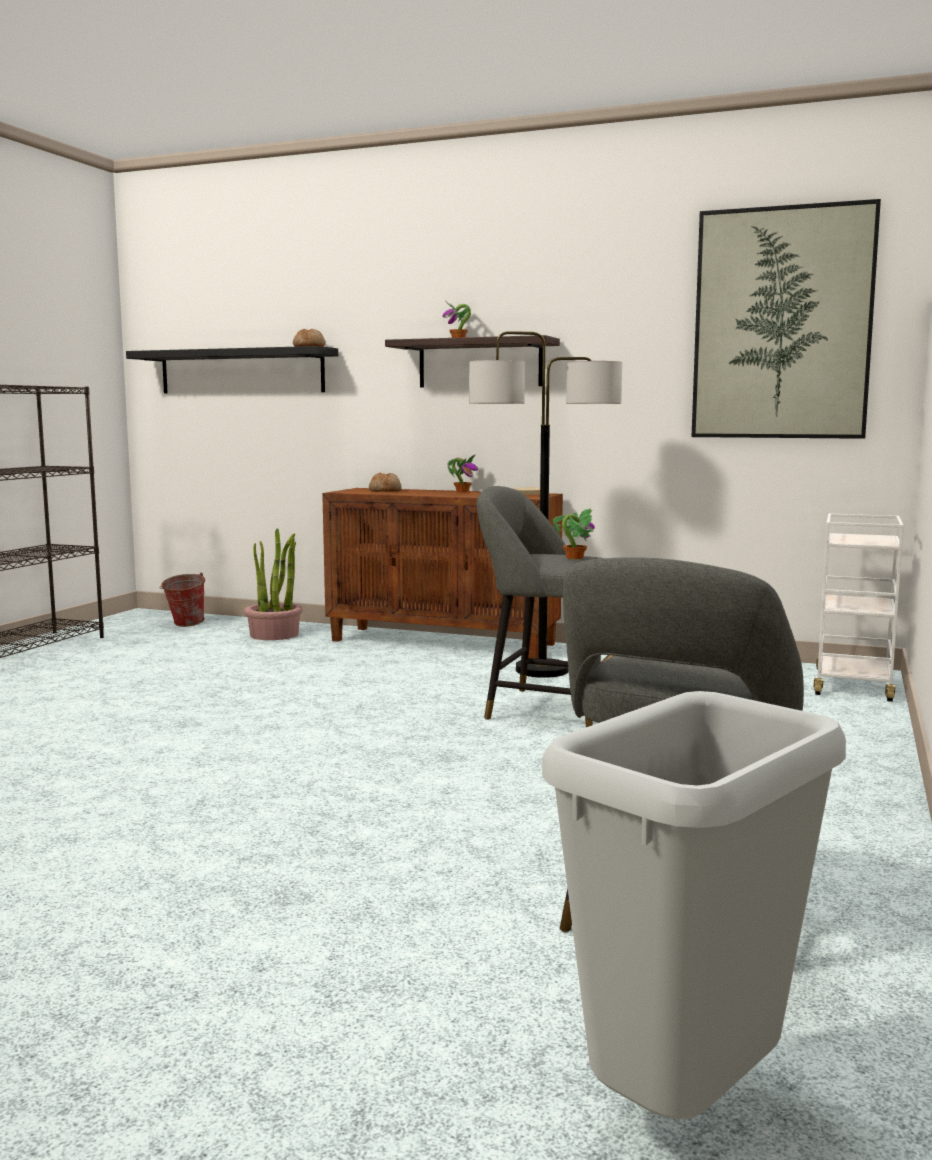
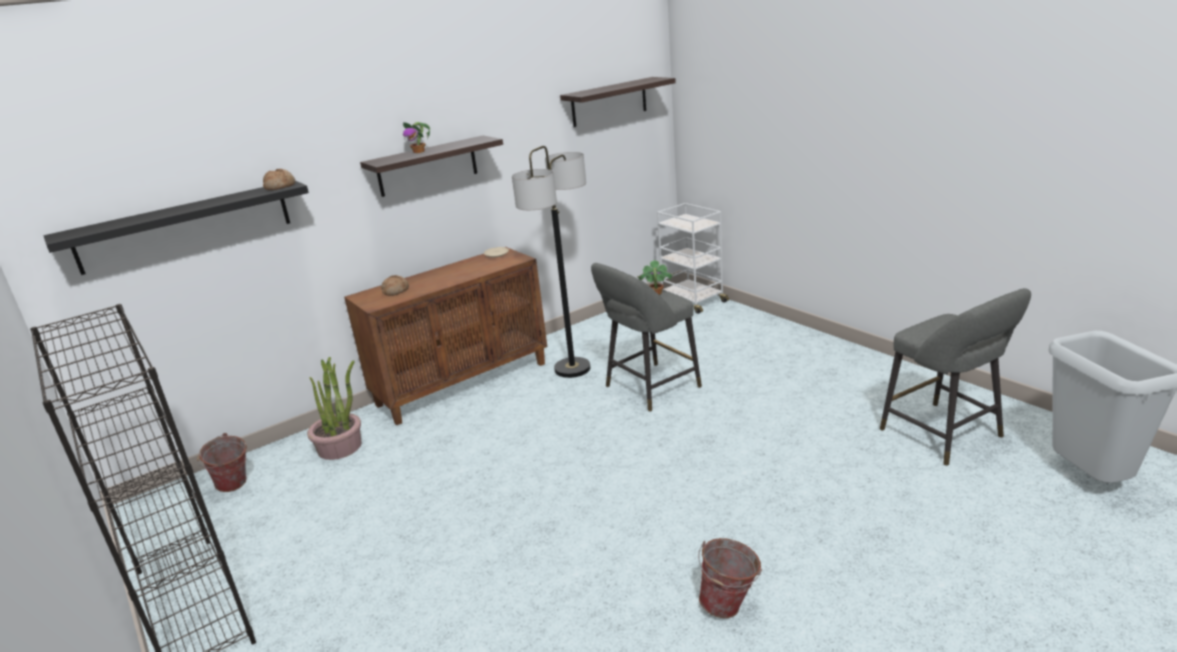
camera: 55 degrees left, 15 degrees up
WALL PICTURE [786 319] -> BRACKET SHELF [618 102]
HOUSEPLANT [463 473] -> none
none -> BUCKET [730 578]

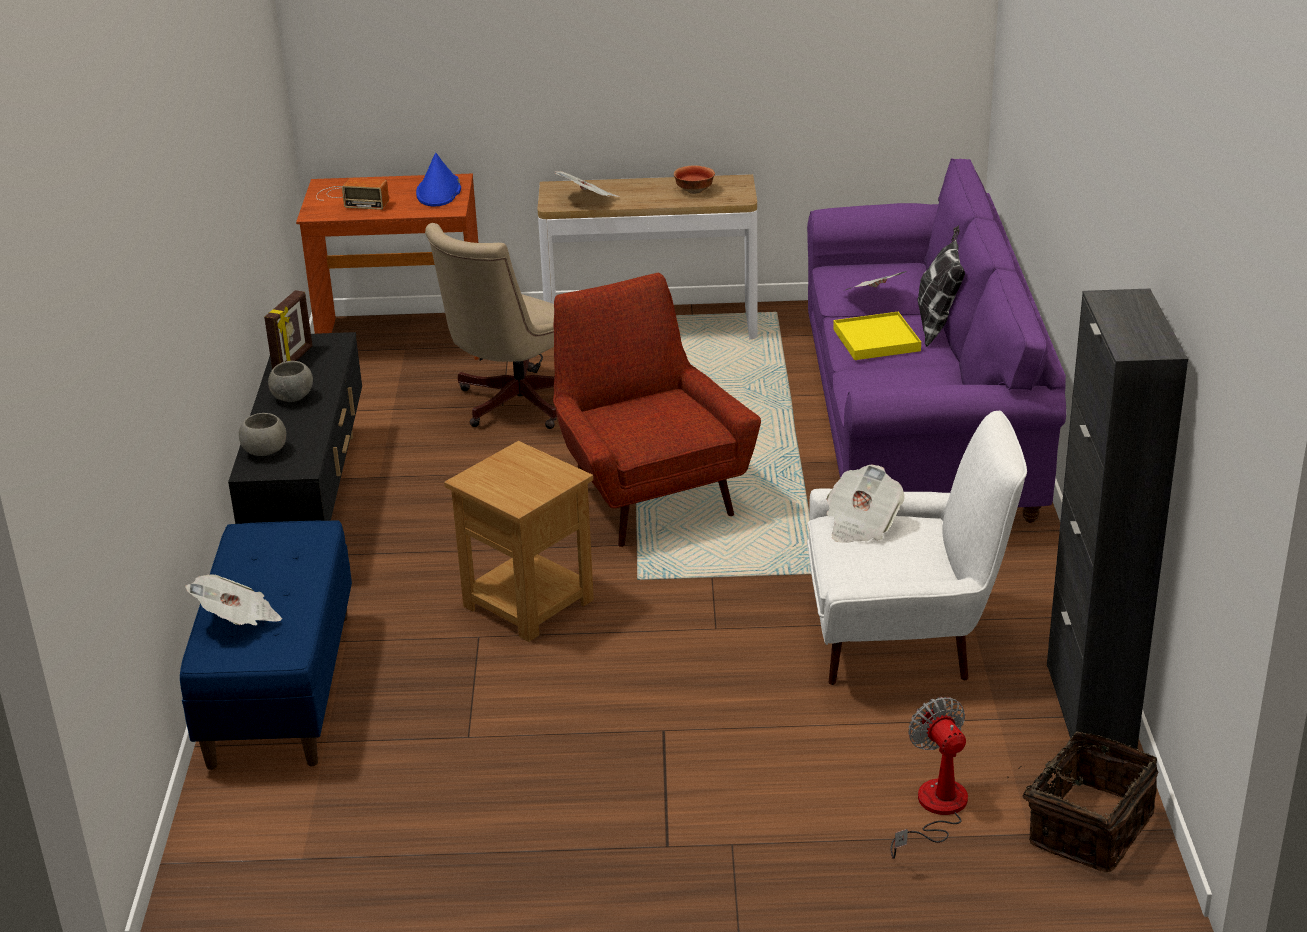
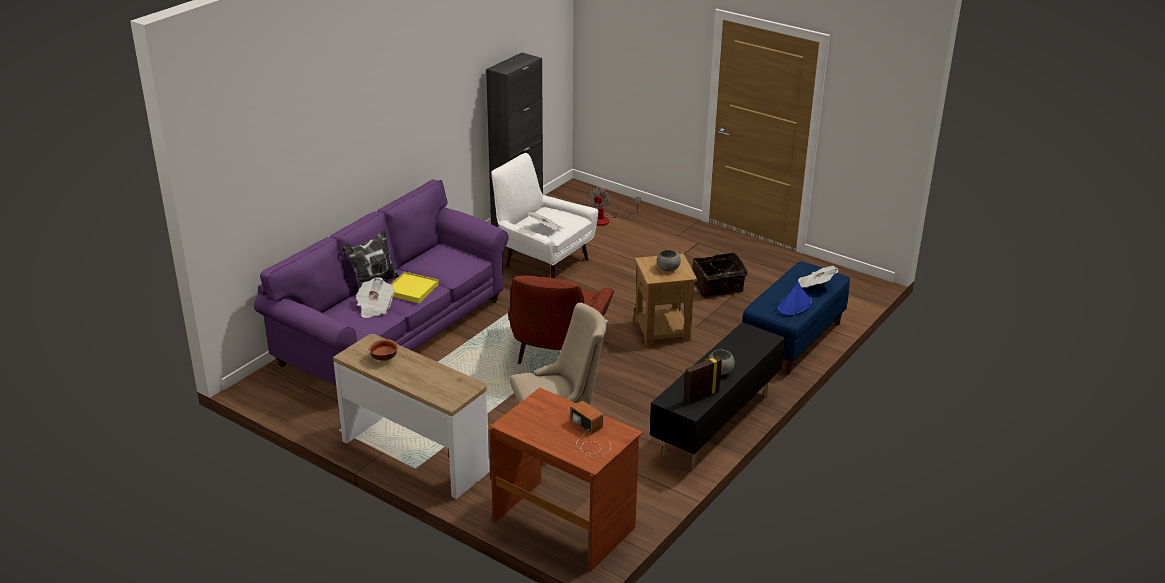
camera: 145 degrees left, 0 degrees up
BLUISH WEARABLE HAT [438 179] -> BLUISH WEARABLE HAT [795 299], move
DAILY PAPER [587 184] -> none
GREY DEEP DISH [262 434] -> GREY DEEP DISH [668 260], move
STORAGE BASKET [1082 802] -> STORAGE BASKET [720 275], move

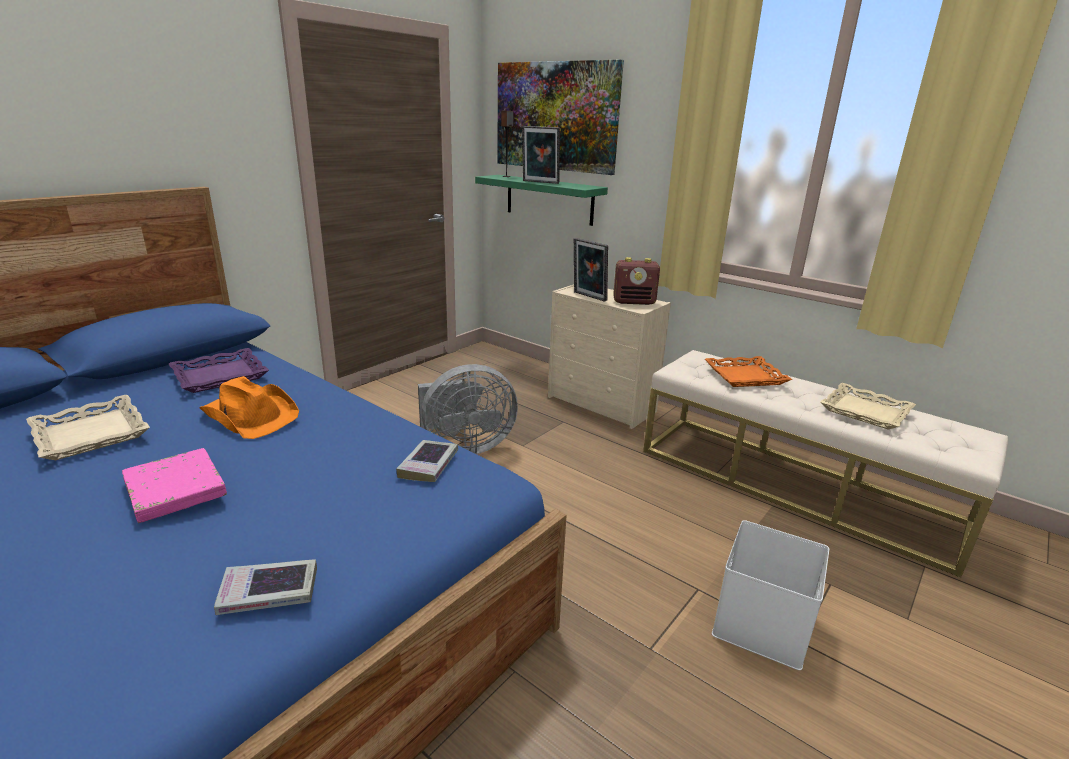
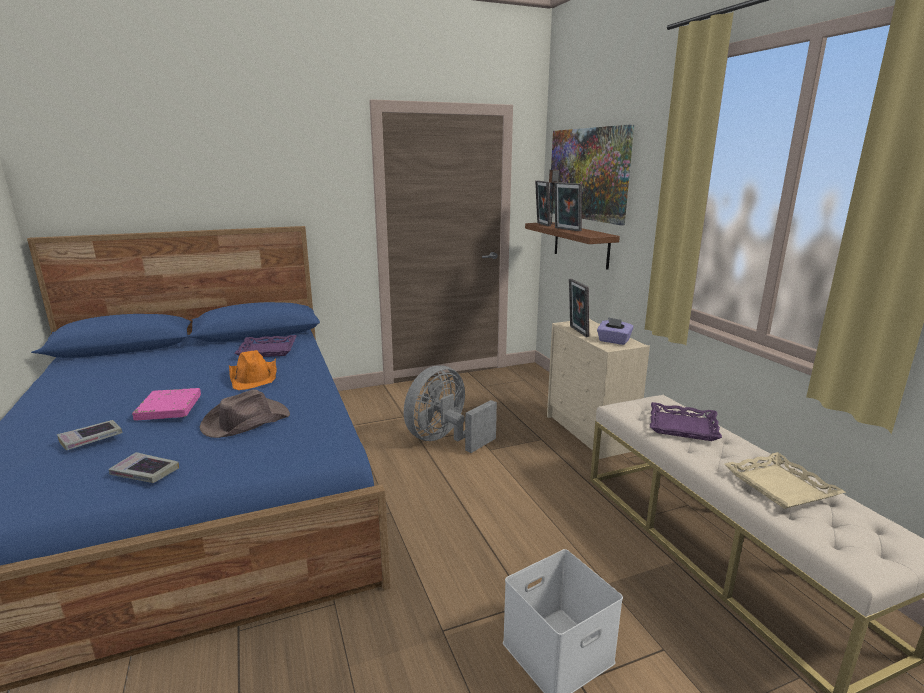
camera: 30 degrees right, 5 degrees down
GREEN BRACKET SHELF [541 200] -> BROWN-COLOURED BRACKET SHELF [572 246]
RADIO [636 281] -> PURPLE-COLOURED TISSUE BOX [615 331]
ORANGE TRAY [748 371] -> PURPLE-COLOURED TRAY [686 421]
GREY FAN [468 409] -> GREY FAN [450 409], 120 degrees clockwise
BEIGE TRAY [88 427] -> none
VOLUME [427 461] -> VOLUME [90 435], move
none -> PICTURE FRAME [543 203]
none -> BROWN-COLOURED WEARABLE HAT [245 413]

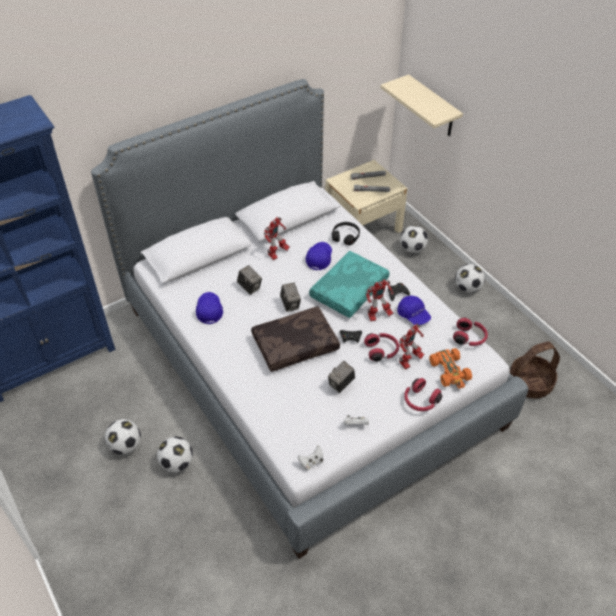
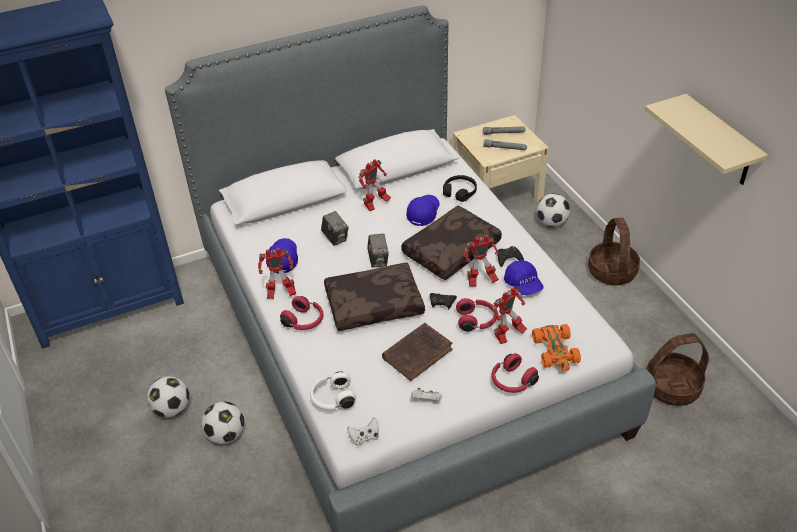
camera: 10 degrees right, 5 degrees down
BEIGE BRACKET SHELF [421 105] -> BEIGE BRACKET SHELF [706 139], move
BLUE-GREEN THROW PILLOW [349 284] -> BROWN-COLOURED THROW PILLOW [451 243]
FOOTBALL BALL [470 278] -> STORAGE BASKET [614 252]
RED HEADSET [470 332] -> RED HEADSET [301 313], move
PHOTO CAMERA [341 377] -> BROWN-COLOURED VOLUME [417 352]
none -> TOY ROBOT [277 273]
none -> WHITISH HEADSET [333 390]

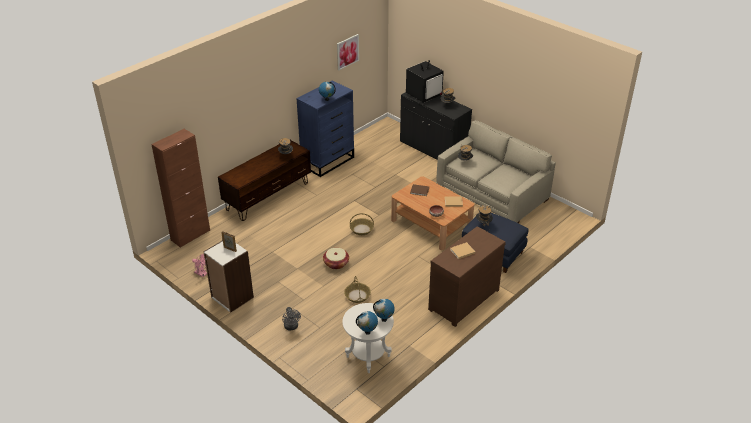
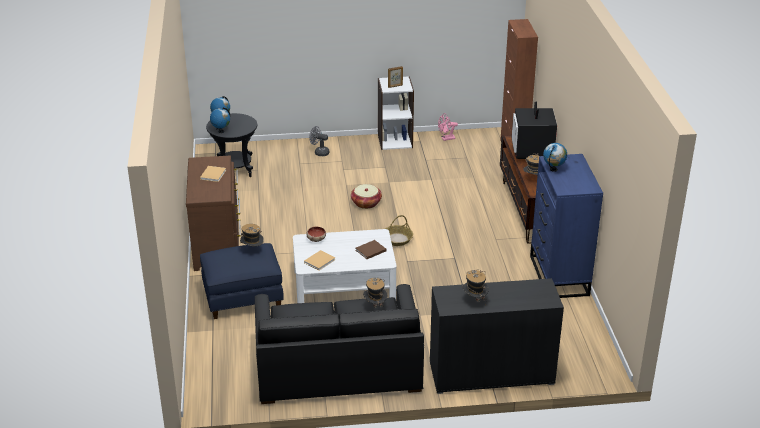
camera: 130 degrees right, 5 degrees down
WALL PICTURE [348 52] -> none
TELEVISION [425 81] -> TELEVISION [534 130], move
BEIGE SOFA [496 171] -> BLACK-COLOURED SOFA [339 344]
BROWN-COLOURED COFFEE TABLE [432 213] -> WHITISH COFFEE TABLE [345 266]
STORAGE BASKET [357 289] -> none
WHITISH SIDE TABLE [368 338] -> BLACK-COLOURED SIDE TABLE [231 145]

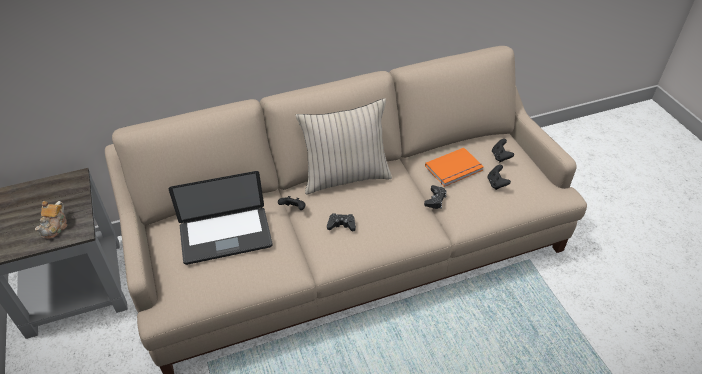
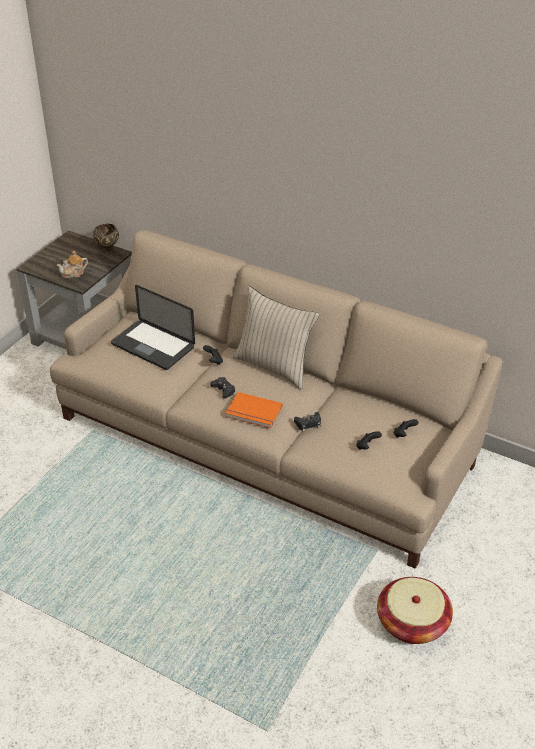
camera: 50 degrees right, 5 degrees down
ORANGE VOLUME [454 167] -> ORANGE VOLUME [254 410], move
none -> BROWN-COLOURED DEEP DISH [106 237]
none -> STORAGE BASKET [415 610]

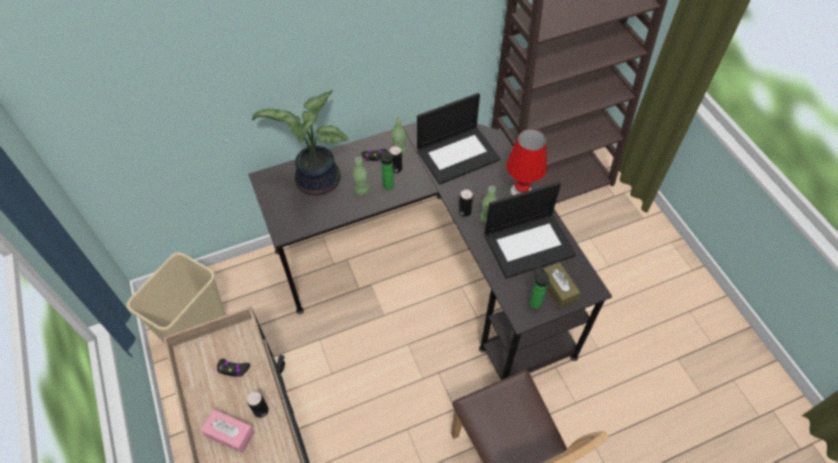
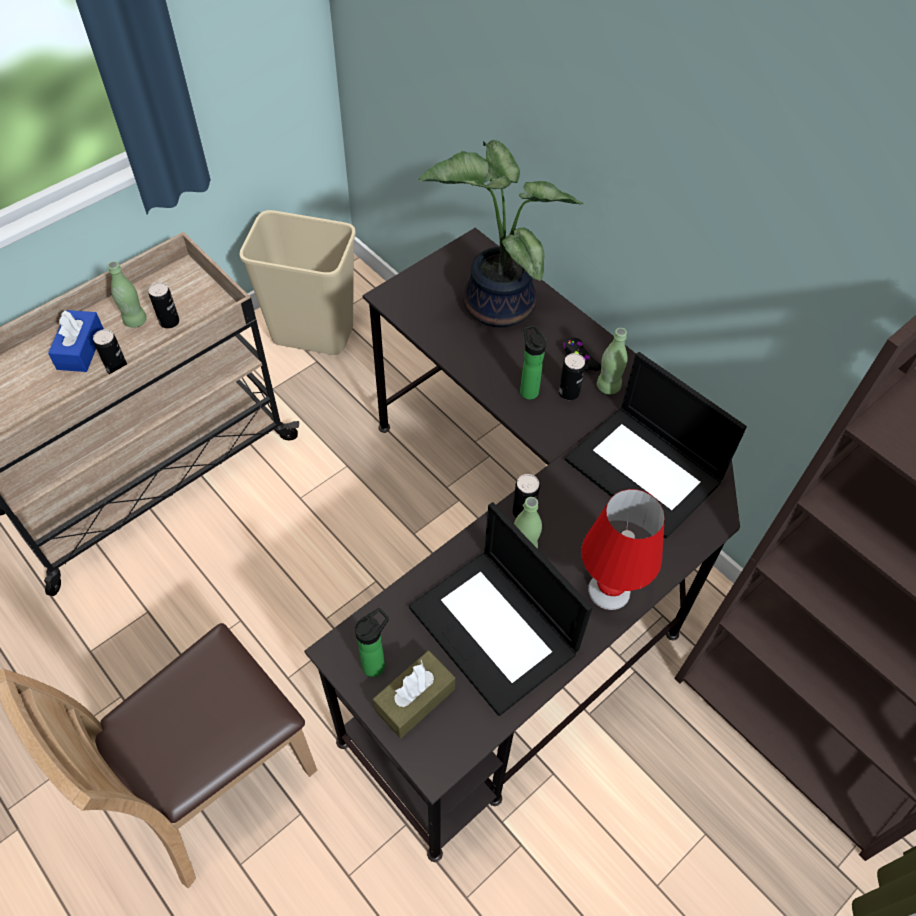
camera: 70 degrees right, 0 degrees up
GREEN BOTTLE [361 176] -> GREEN BOTTLE [127 294], move
BLACK-COLOURED GAMEPAD [233 368] -> SEALED CAN [163 305]
PINK TISSUE BOX [228 431] -> BLUISH TISSUE BOX [76 341]

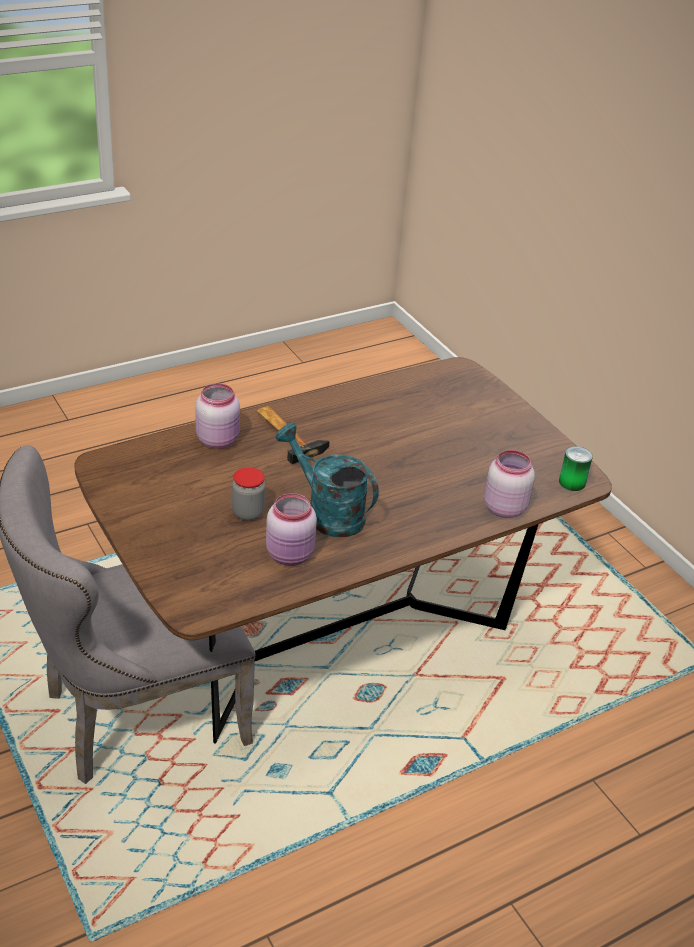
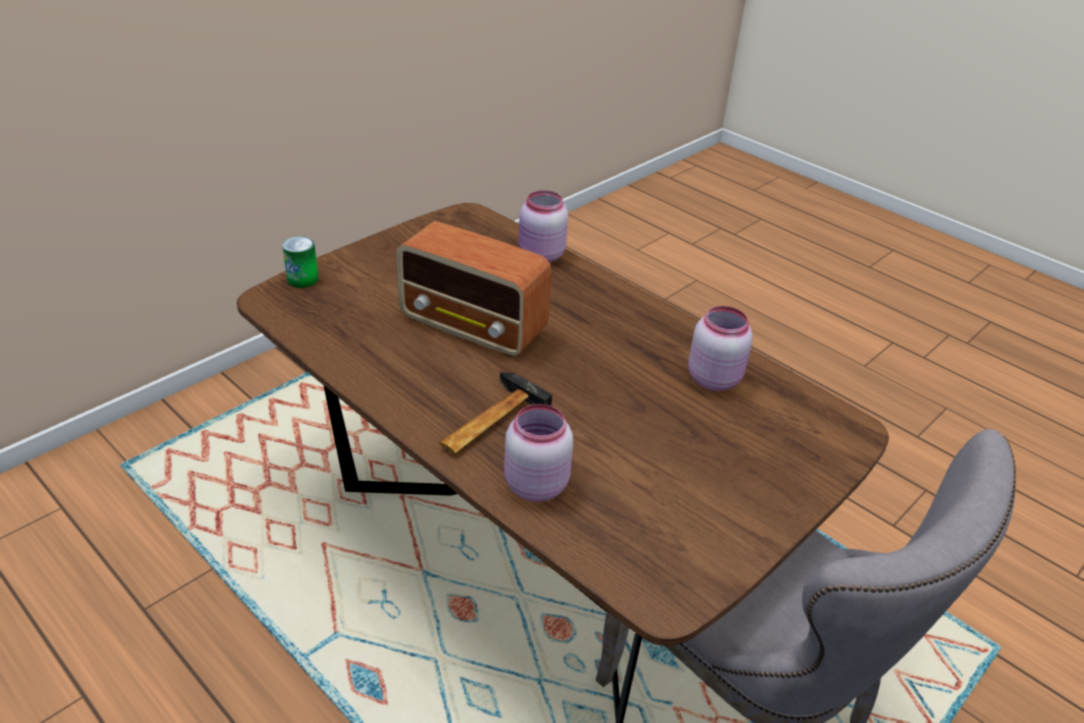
camera: 105 degrees left, 0 degrees up
BLUE-GREEN WATERING POT [327 480] -> none
SEALED CAN [576 468] -> SEALED CAN [300 262], move
PRESERVE JAR [249 494] -> none
none -> RADIO [474 289]

